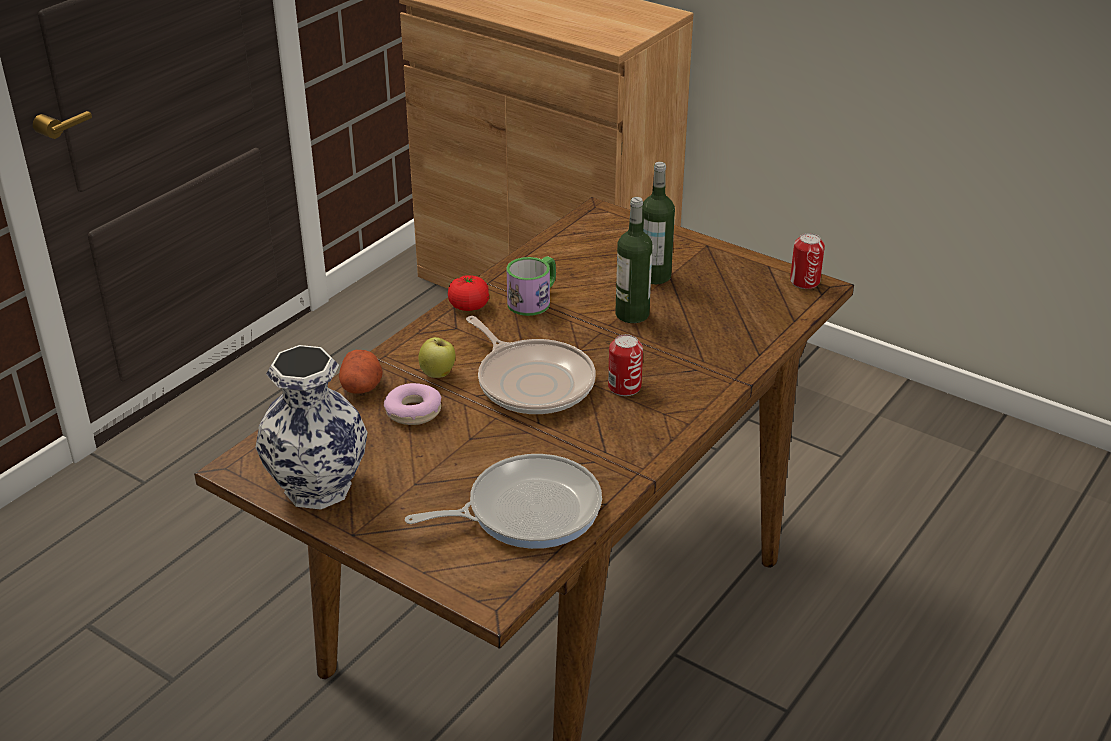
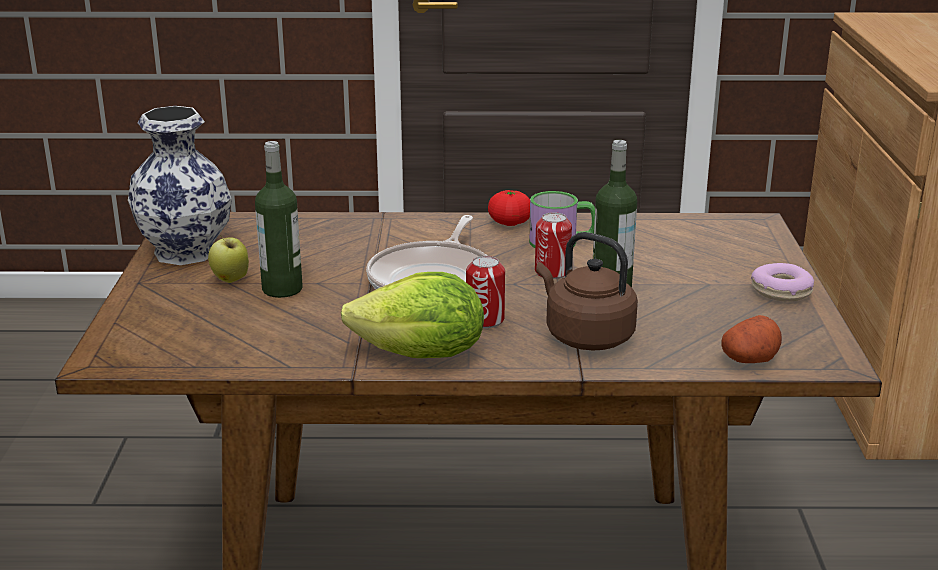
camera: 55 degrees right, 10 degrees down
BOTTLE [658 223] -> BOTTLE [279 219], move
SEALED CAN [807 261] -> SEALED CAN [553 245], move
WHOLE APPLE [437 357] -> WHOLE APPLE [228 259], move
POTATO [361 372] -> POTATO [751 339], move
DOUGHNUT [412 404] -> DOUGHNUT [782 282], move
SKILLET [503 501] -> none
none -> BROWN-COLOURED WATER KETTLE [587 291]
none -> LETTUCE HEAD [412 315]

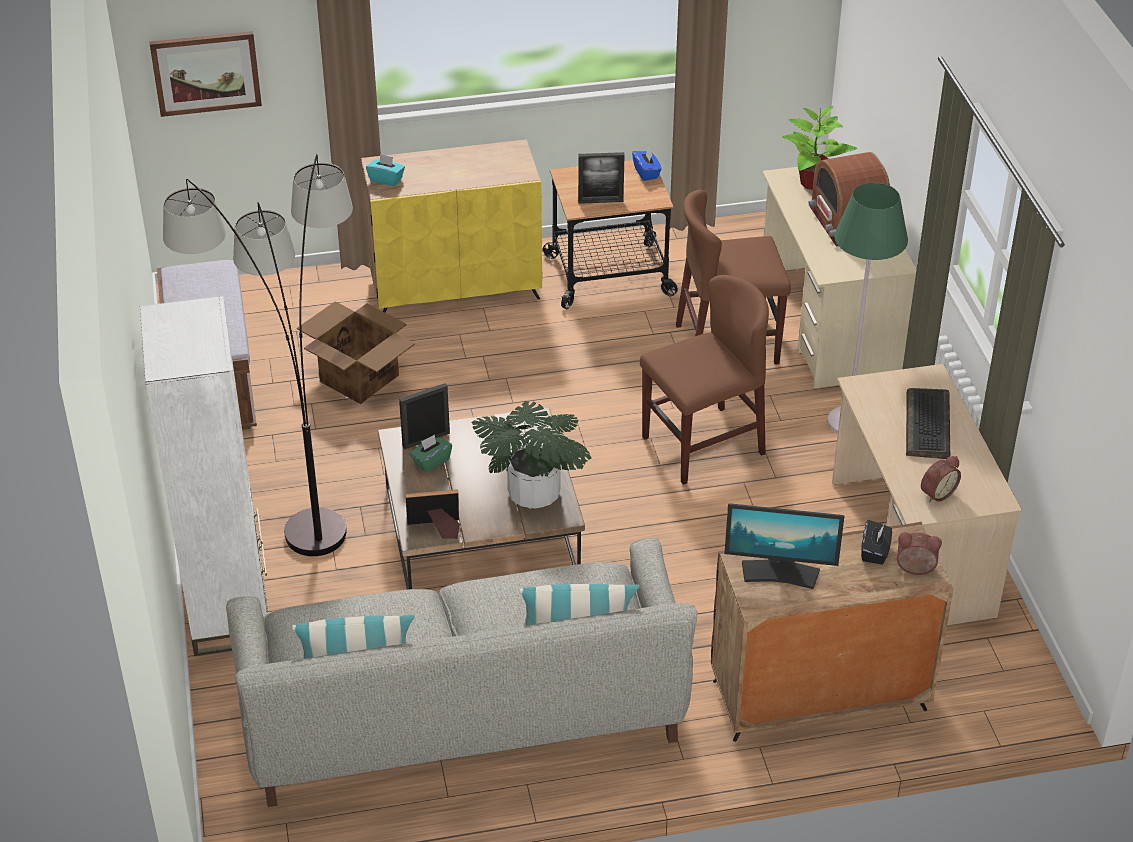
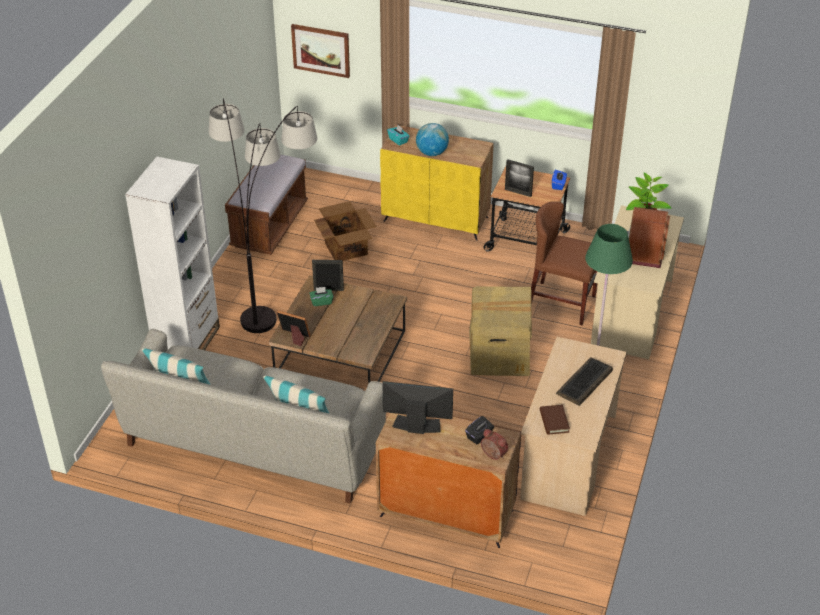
camera: 30 degrees right, 0 degrees up
BROWN-COLOURED UPRIGHT CHAIR [704 380] -> CARDBOARD BOX [500 331]
HOUSEPLANT [531 455] -> none
ALARM CLOCK [941 479] -> BROWN-COLOURED VOLUME [555 419]
COMPUTER DISPLAY [784 546] -> COMPUTER DISPLAY [417 407], 150 degrees clockwise
none -> DESK GLOBE [432 139]

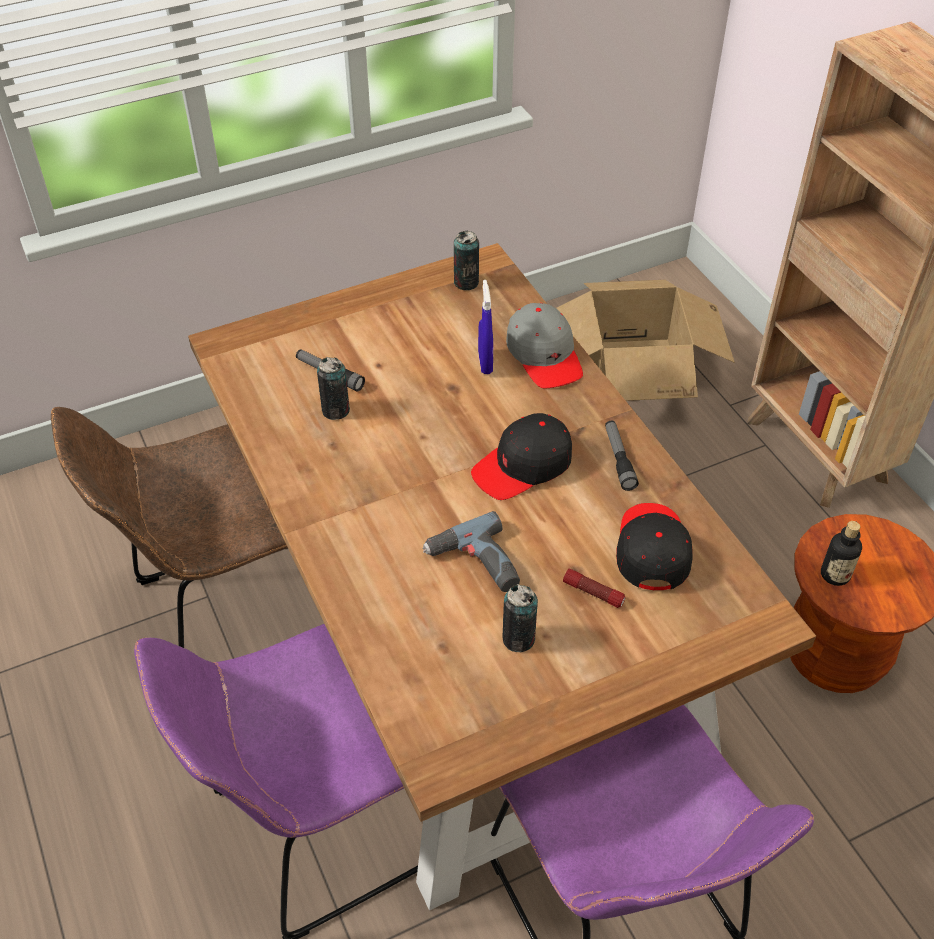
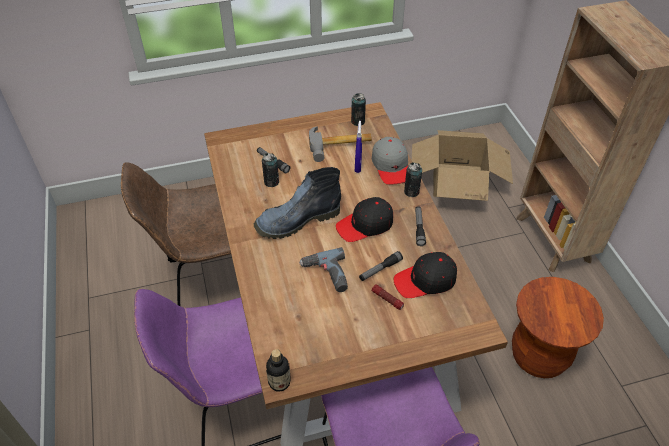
camera: 10 degrees right, 0 degrees up
BLACK-COLOURED CAP [654 546] -> BLACK-COLOURED CAP [425 275], 120 degrees counterclockwise
BOTTLE [841 553] -> BOTTLE [278 370], move
SEALED CAN [520 618] -> SEALED CAN [413 179], move
none -> HAND HAMMER [340 144]
none -> TALL BOOT [297 203]
none -> HAND TORCH [381 266]

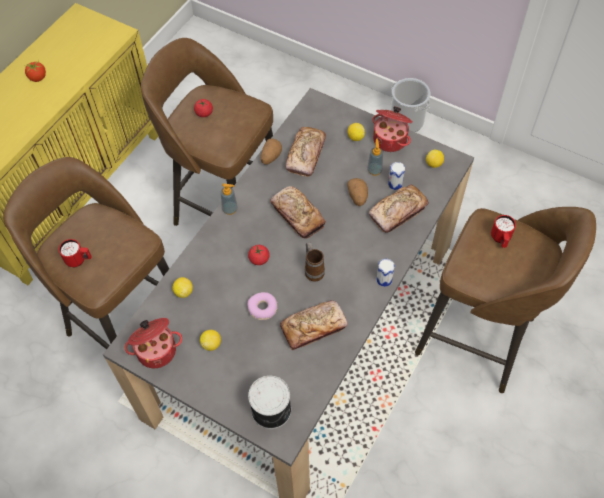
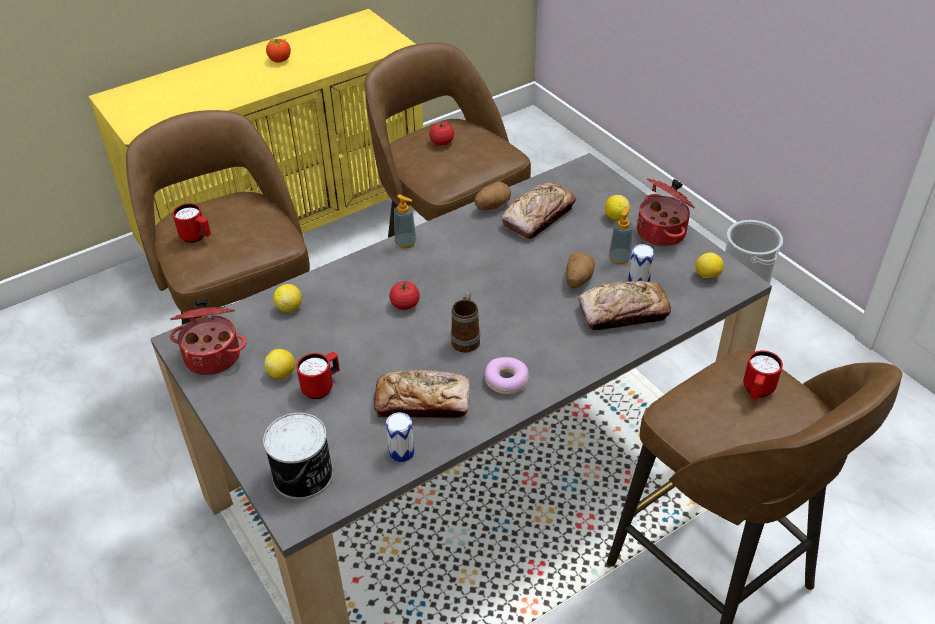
camera: 25 degrees right, 15 degrees down
BREAD [298 212] -> none
SEALED CAN [386 273] -> SEALED CAN [400 437], move
DOUGHNUT [262 306] -> DOUGHNUT [507 375], move
none -> RED COFFEE MUG [318 375]

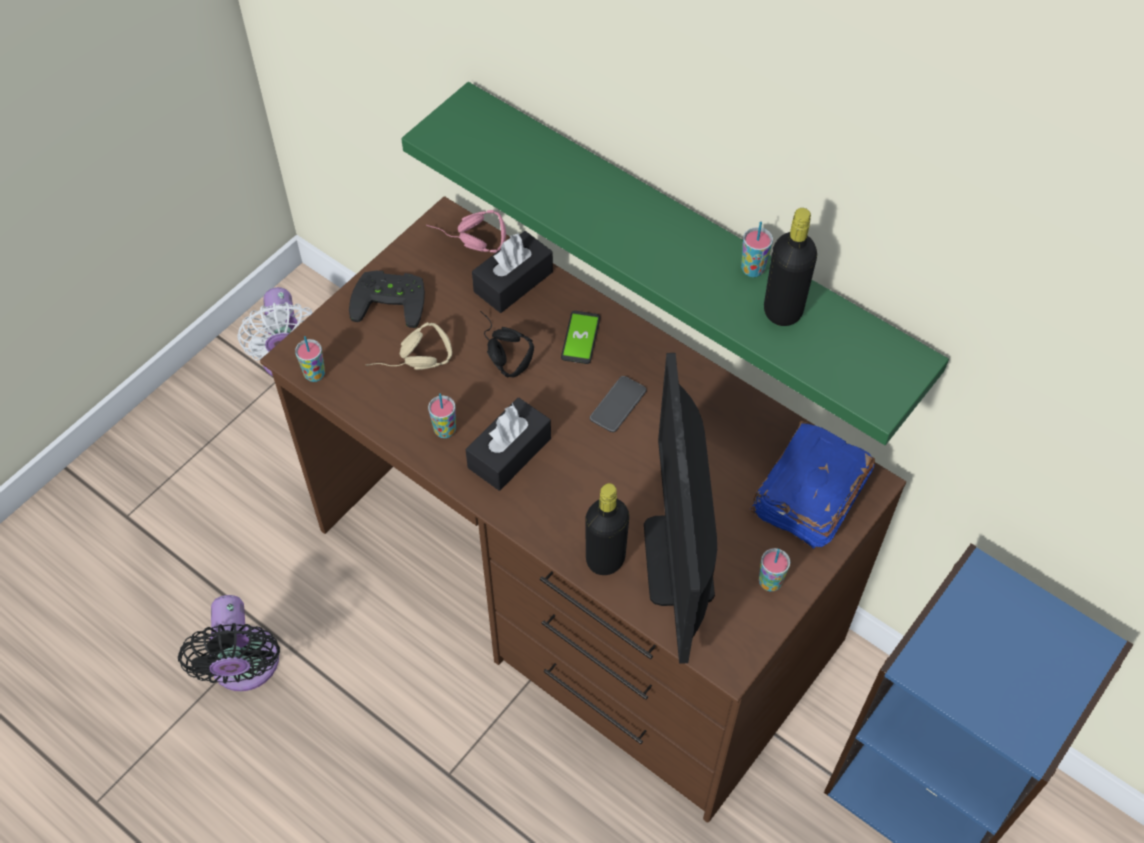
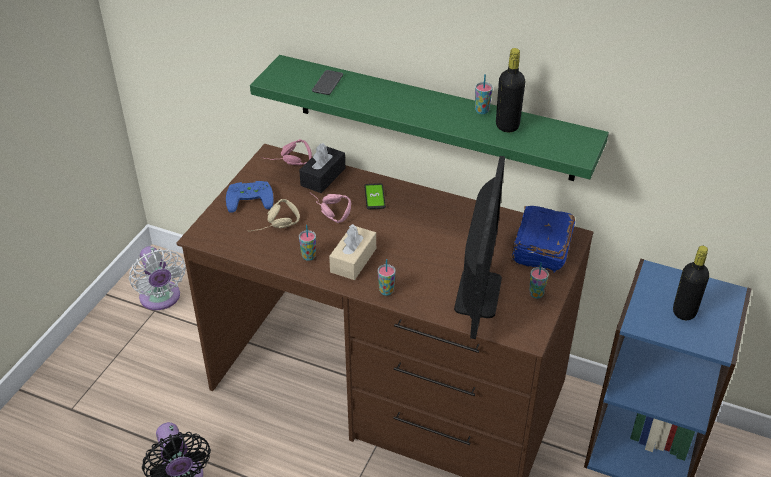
camera: 15 degrees left, 15 degrees down
BLACK-COLOURED GAMEPAD [387 299] -> BLUISH GAMEPAD [249 197]
BLACK-COLOURED HEADSET [507 344] -> PINK HEADSET [331 208]
SMALL CUP [310 359] -> SMALL CUP [387 277], move
COMPUTER DISPLAY [680 508] -> COMPUTER DISPLAY [479 247], 150 degrees counterclockwise
PHONE [618 404] -> PHONE [327 82], move
BLACK-COLOURED TISSUE BOX [508 444] -> BEIGE TISSUE BOX [352 252]
BLACK-COLOURED BOTTLE [607 529] -> BLACK-COLOURED BOTTLE [691 283], move

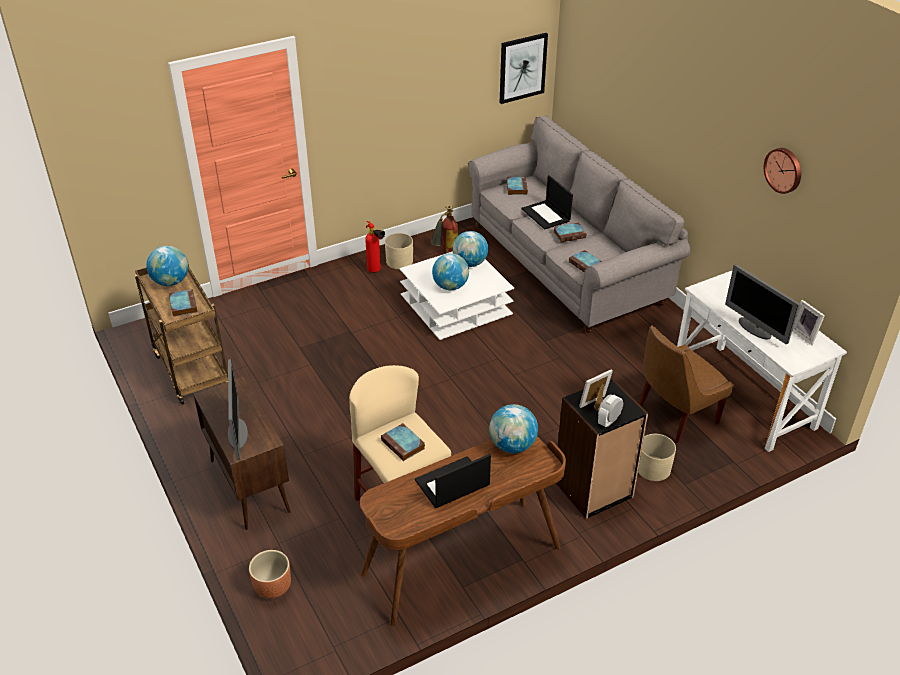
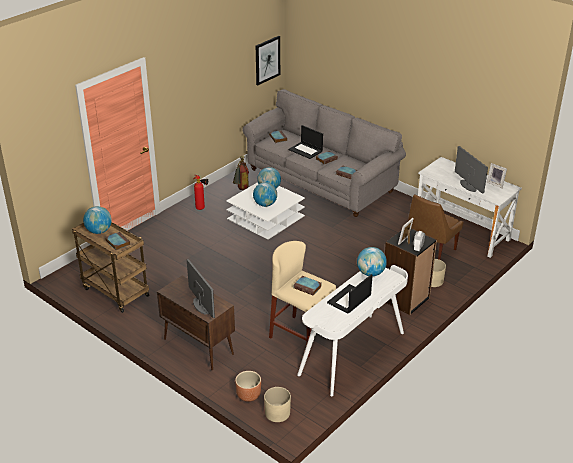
camera: 20 degrees left, 5 degrees down
HANGING CLOCK [782 171] -> none
BEIGE FLOWER POT [399 251] -> BEIGE FLOWER POT [277 404], move
COMPUTER DISPLAY [762 304] -> COMPUTER DISPLAY [471 170], 150 degrees counterclockwise
BROWN-COLOURED DESK [463 531] -> WHITISH DESK [352 330]

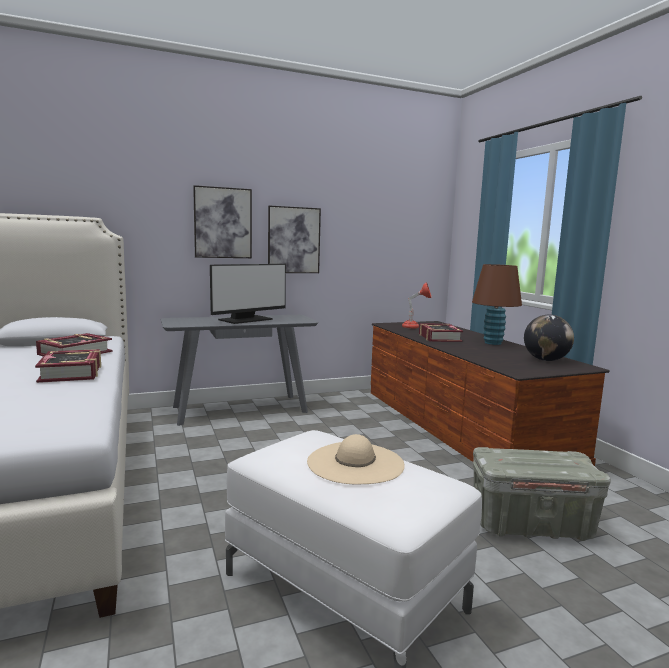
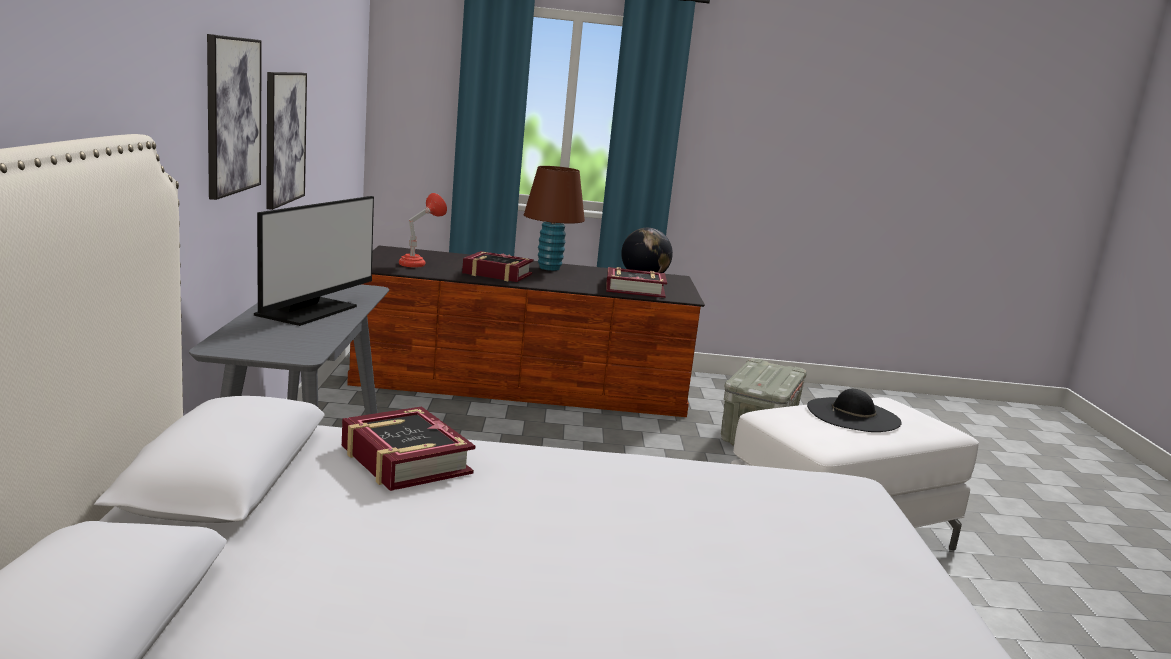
camera: 70 degrees left, 5 degrees up
COMPUTER DISPLAY [248 294] -> COMPUTER DISPLAY [314 261], 45 degrees clockwise
VOLUME [68 366] -> VOLUME [636 282], move
BEIGE WEARABLE HAT [356 459] -> BLACK-COLOURED WEARABLE HAT [854 410]

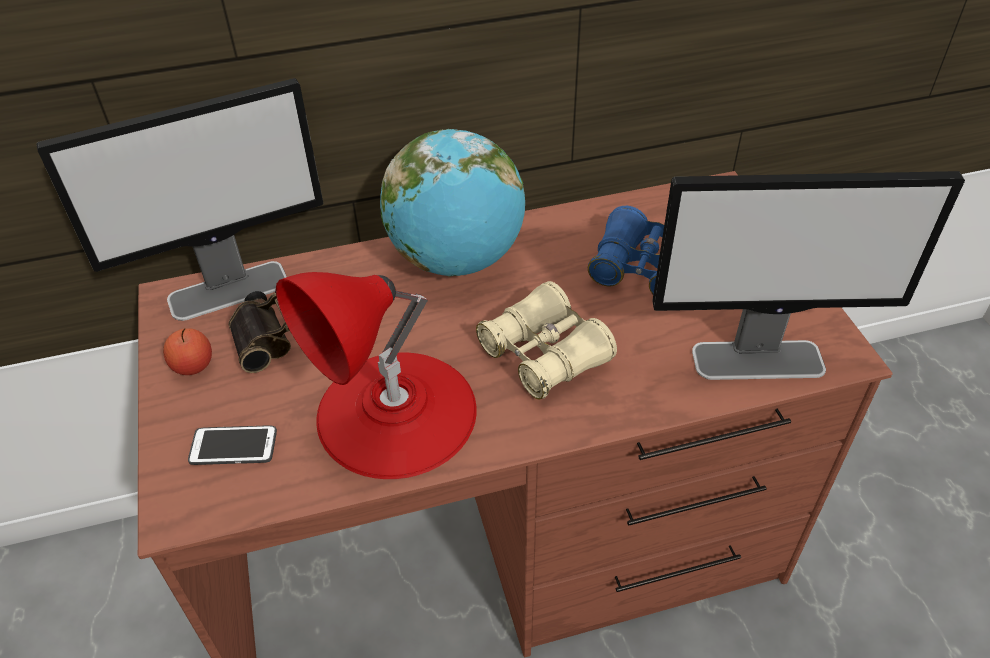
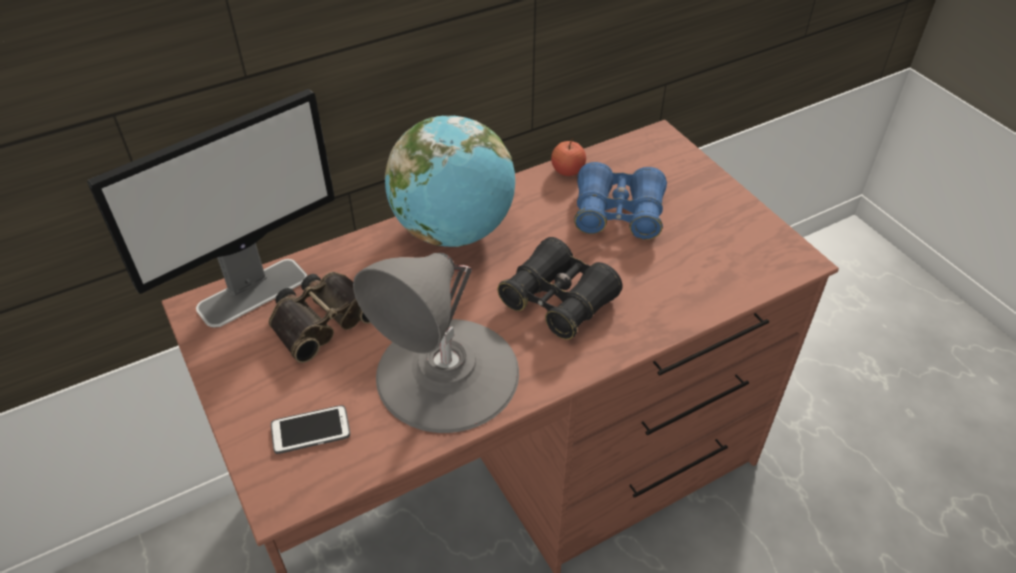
camera: 15 degrees left, 0 degrees up
COMPUTER DISPLAY [808 275] -> none
RED TABLE LAMP [376 375] -> GREY TABLE LAMP [436 343]
BEIGE FIELD GLASSES [546 340] -> BLACK-COLOURED FIELD GLASSES [559 288]
WHOLE APPLE [187 351] -> WHOLE APPLE [568 157], move

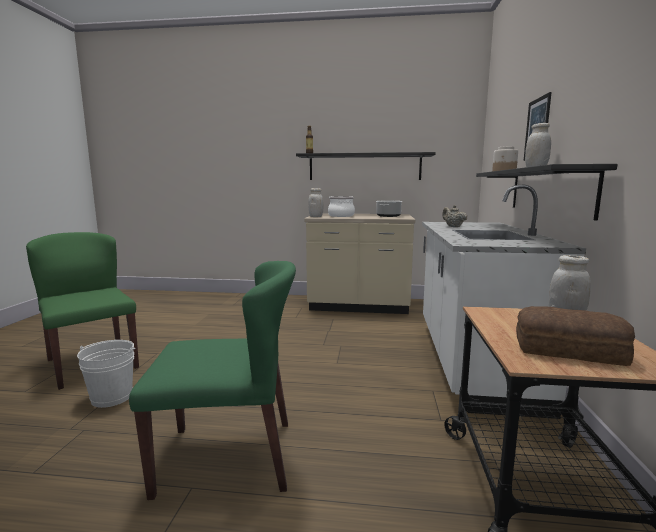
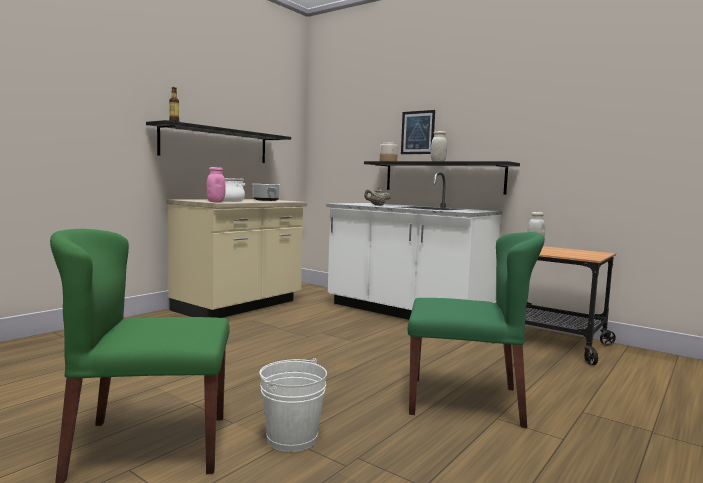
camera: 60 degrees left, 5 degrees down
WHITISH PRESERVE JAR [315 202] -> PINK PRESERVE JAR [215 184]
GREEN UPRIGHT CHAIR [212 380] -> GREEN UPRIGHT CHAIR [476 330], 75 degrees clockwise
BREAD [575 336] -> none

